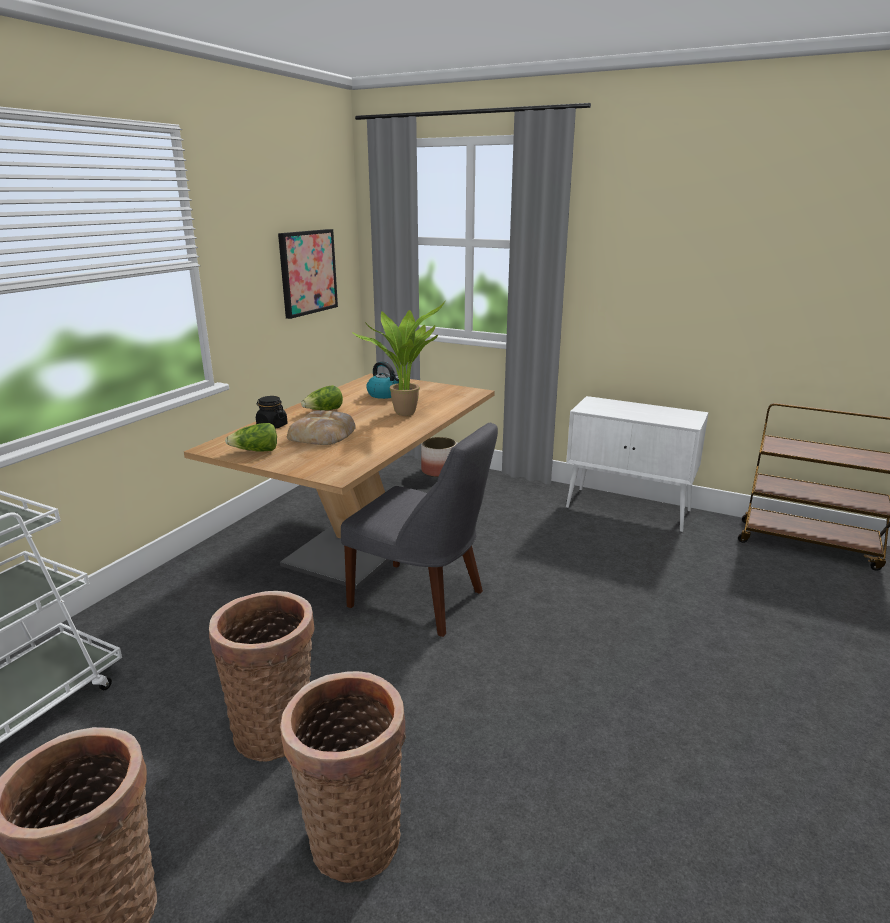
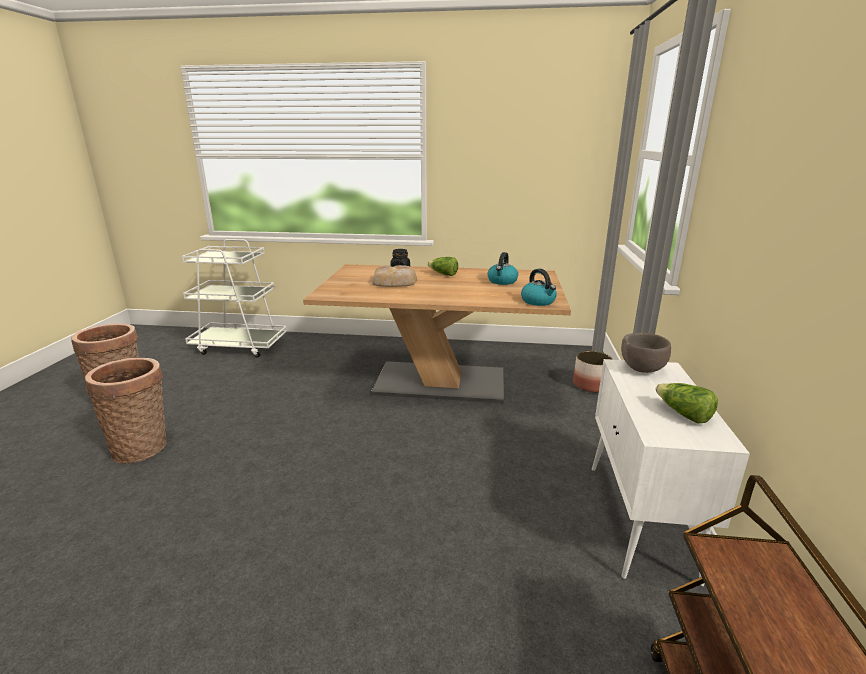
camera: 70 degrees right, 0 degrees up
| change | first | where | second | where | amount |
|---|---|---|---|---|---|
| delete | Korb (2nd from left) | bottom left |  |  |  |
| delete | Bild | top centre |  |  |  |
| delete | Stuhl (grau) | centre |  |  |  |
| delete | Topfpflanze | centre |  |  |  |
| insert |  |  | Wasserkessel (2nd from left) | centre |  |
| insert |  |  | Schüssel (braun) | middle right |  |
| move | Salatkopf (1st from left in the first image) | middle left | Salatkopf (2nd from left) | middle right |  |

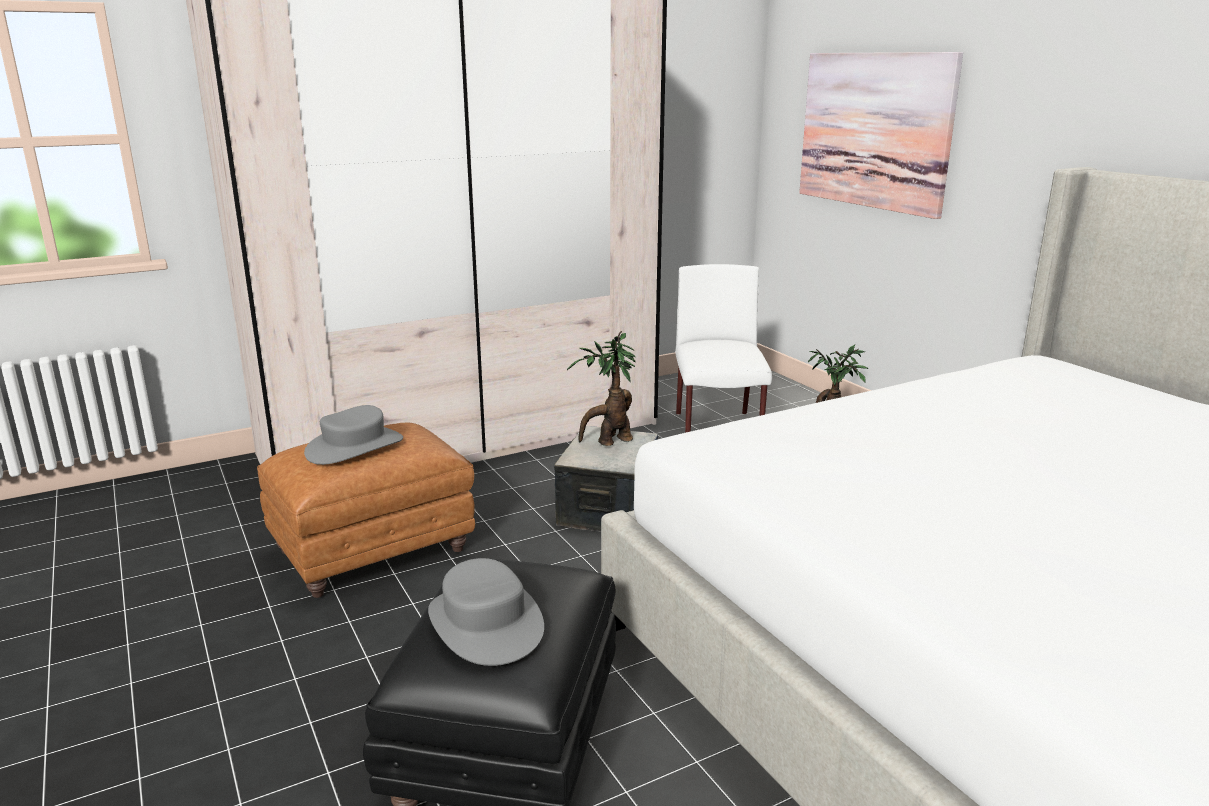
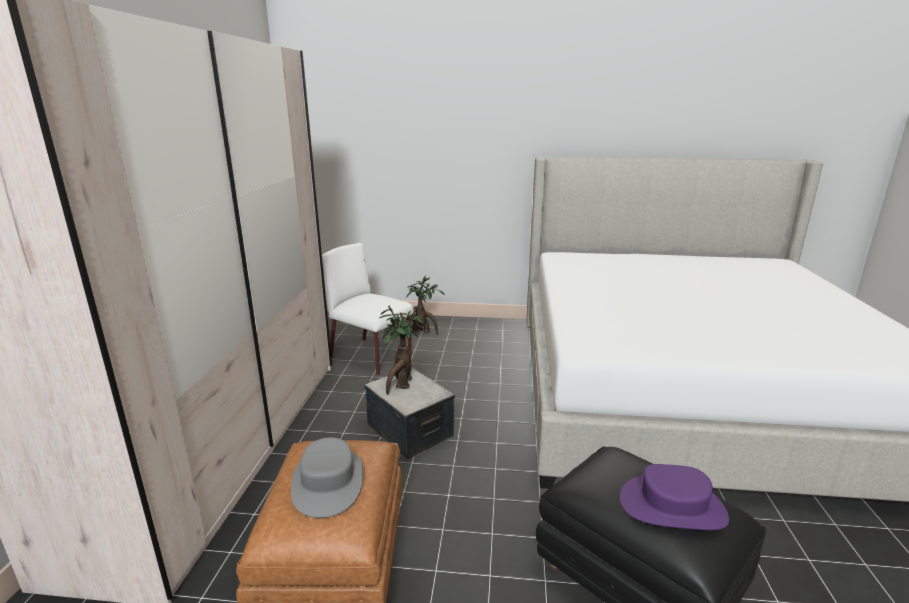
camera: 55 degrees left, 0 degrees up
| change | first | where | second | where | amount |
|---|---|---|---|---|---|
| delete | Bild | top right |  |  |  |
| recolor | Hut (grau) (2nd from left) | bottom centre | Hut (lila) | bottom right |  |

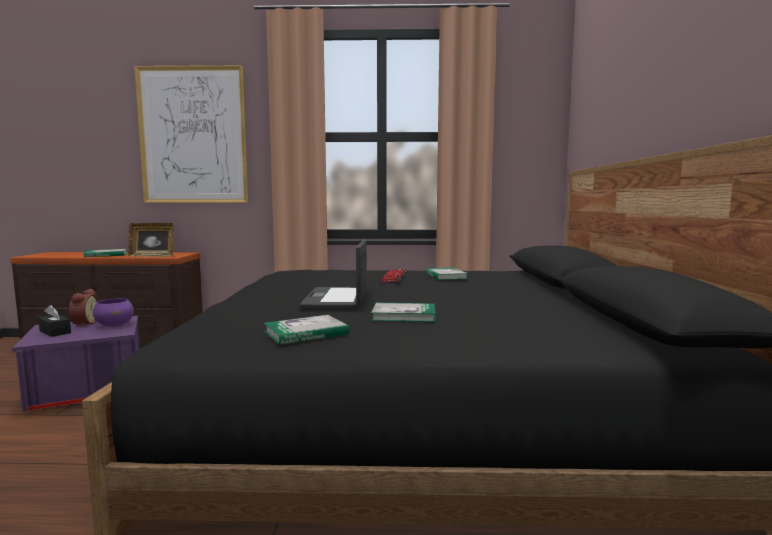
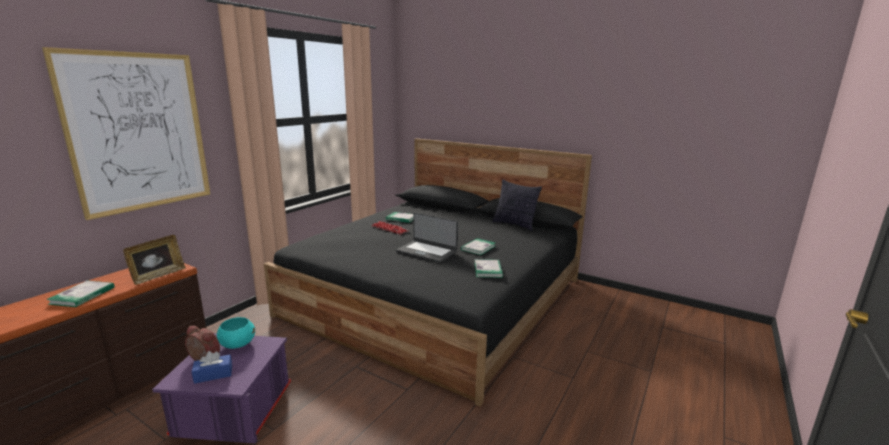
camera: 60 degrees left, 10 degrees up
| change | first | where | second | where | amount |
|---|---|---|---|---|---|
| insert |  |  | Kissen | centre |  |
| recolor | Taschentuchbox (schwarz) | middle left | Taschentuchbox (blau) | bottom left |  |
| recolor | Schüssel (lila) | middle left | Schüssel (türkis) | bottom left |  |

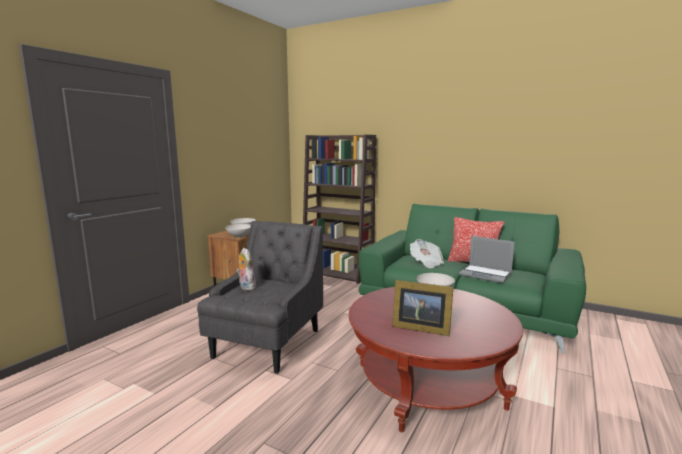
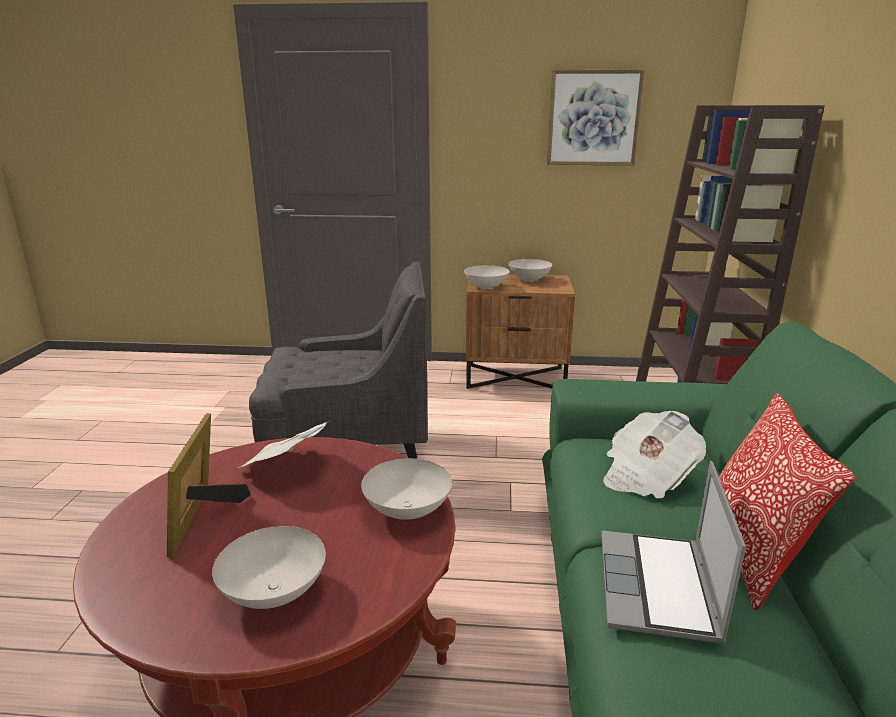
camera: 65 degrees right, 10 degrees up
| change | first | where | second | where | amount |
|---|---|---|---|---|---|
| delete | Plüschtier | centre |  |  |  |
| insert |  |  | Schüssel (weiß) (1st from left) | bottom left |  |
| insert |  |  | Zeitung (1st from left) | middle left |  |
| insert |  |  | Bild | top centre |  |

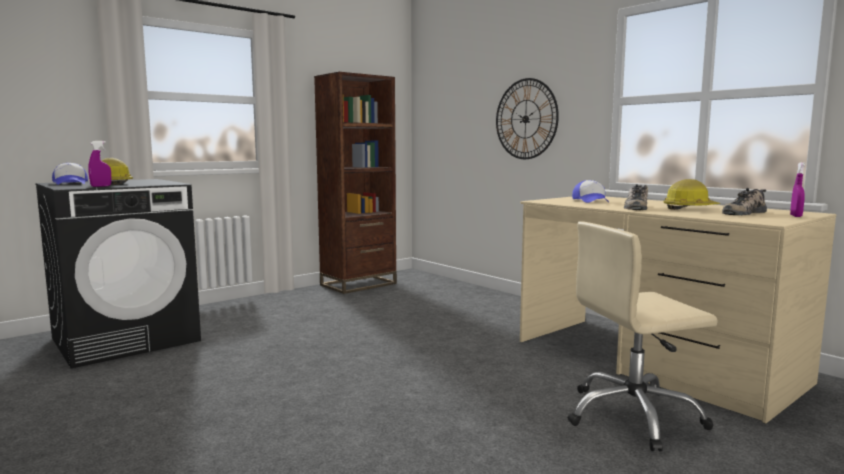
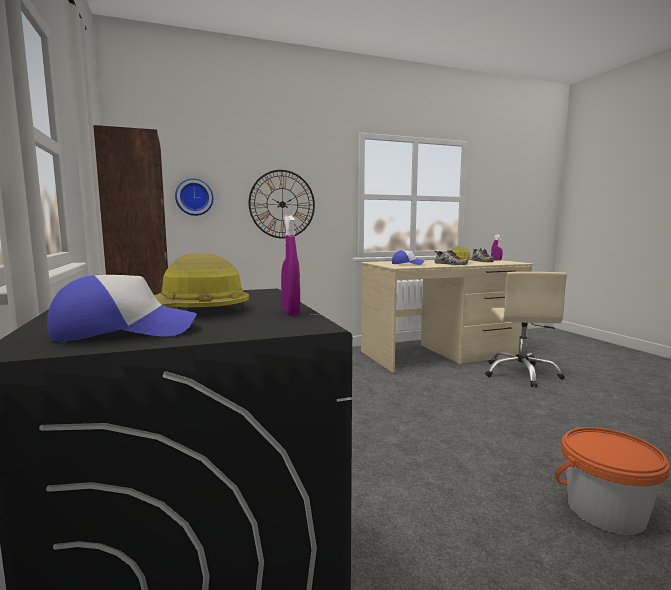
camera: 70 degrees left, 0 degrees up
| change | first | where | second | where | amount |
|---|---|---|---|---|---|
| insert |  |  | Wanduhr (1st from left) | middle left |  |
| insert |  |  | Eimer (orange) | bottom right |  |

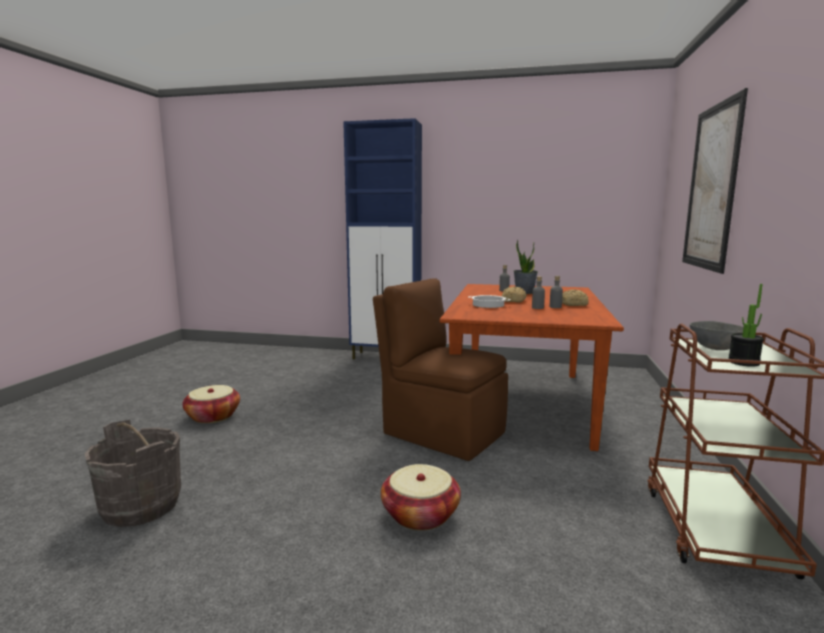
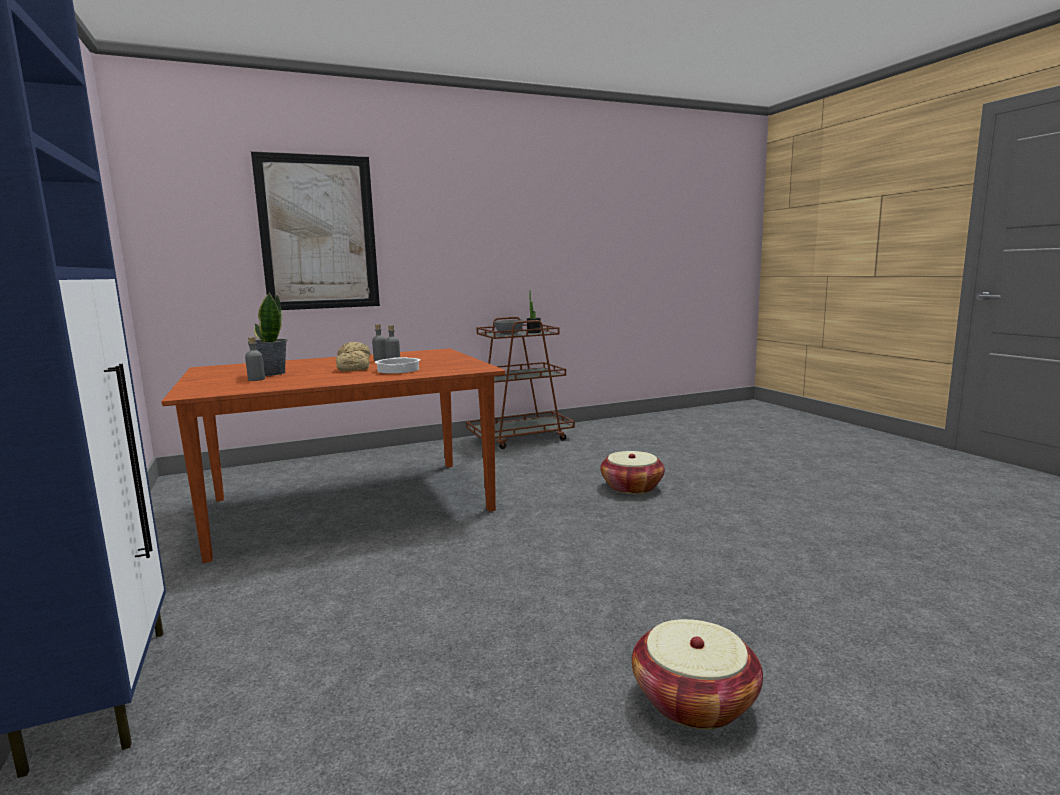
camera: 125 degrees left, 0 degrees up
| change | first | where | second | where | amount |
|---|---|---|---|---|---|
| delete | Eimer (grau) | bottom left |  |  |  |
| delete | Stuhl (braun) | centre |  |  |  |

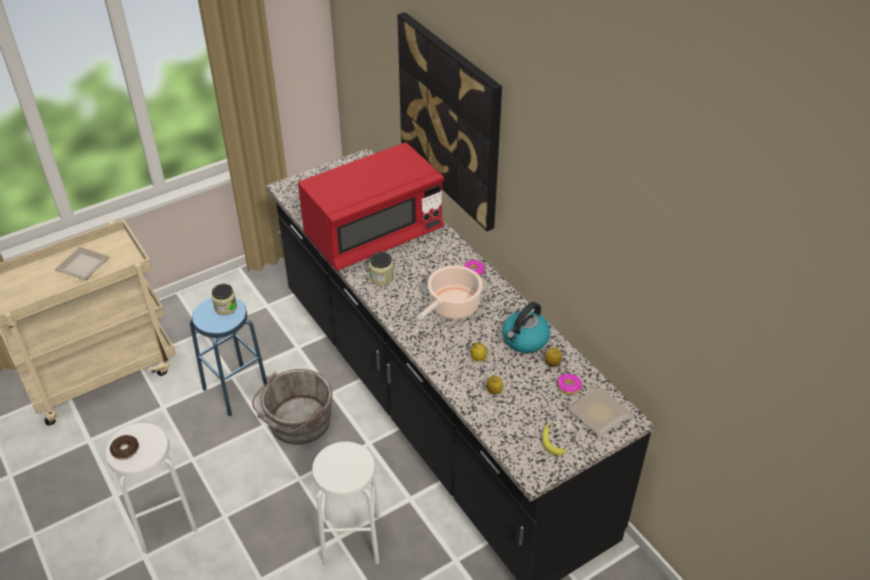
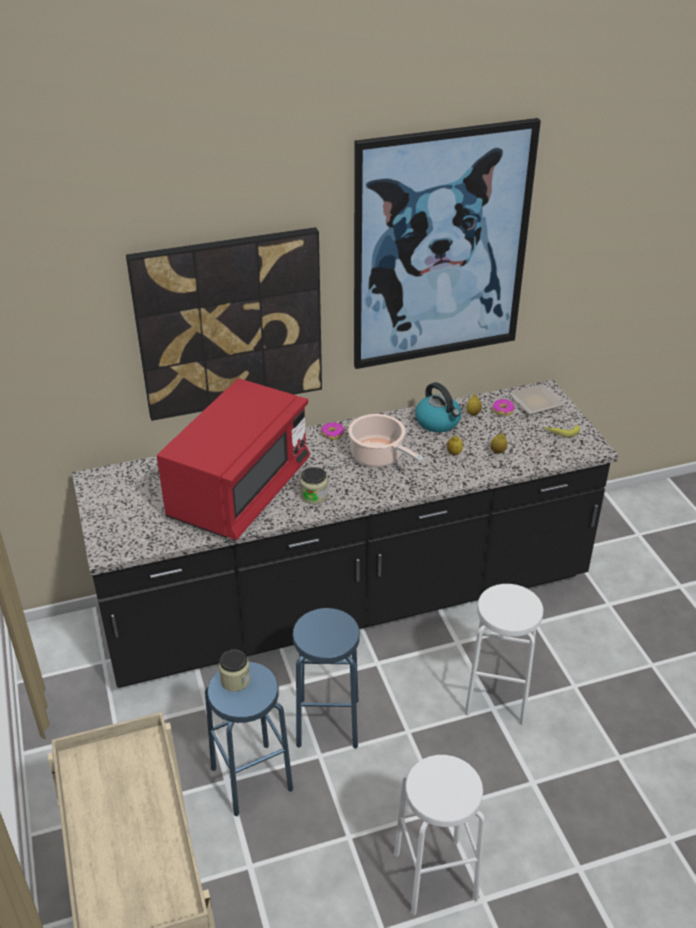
camera: 75 degrees left, 5 degrees down
| change | first | where | second | where | amount |
|---|---|---|---|---|---|
| delete | Teller (1st from left) | middle left |  |  |  |
| delete | Donut (1st from left) | bottom left |  |  |  |
| insert |  |  | Bild (2nd from left) | top centre |  |
| replace | Eimer (grau) | bottom centre | Hocker (blau) (2nd from left) | bottom centre |  |
| rotate | Mikrowelle (rot) | centre |  | centre | 45 degrees clockwise |

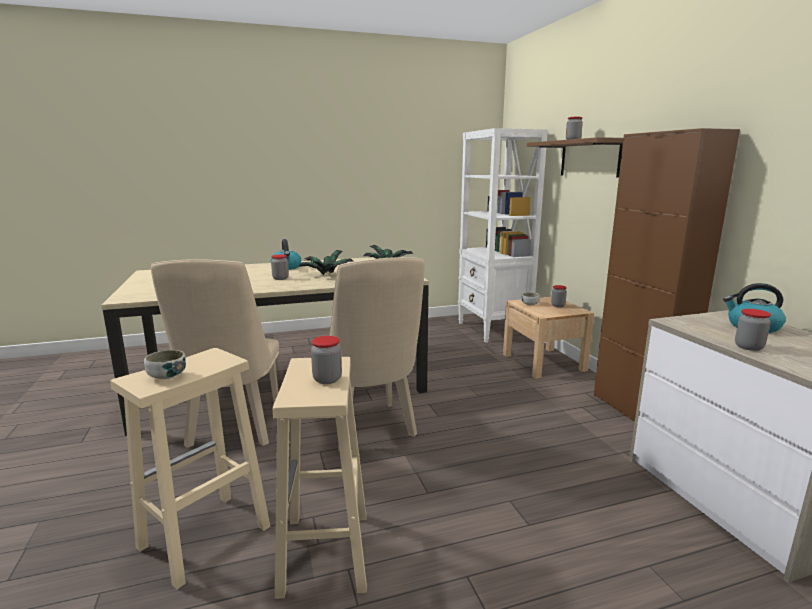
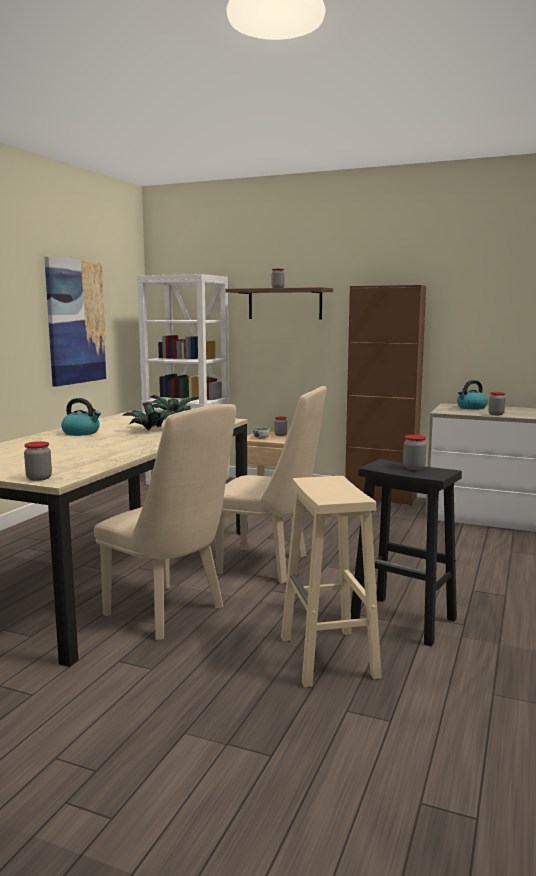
camera: 50 degrees left, 5 degrees down
| change | first | where | second | where | amount |
|---|---|---|---|---|---|
| delete | Schüssel (1st from left) | middle left |  |  |  |
| insert |  |  | Bild | middle left |  |
| move | Vorratsglas (1st from left) | centre |  | middle left |  |
| recolor | Hocker (beige) (2nd from left) | bottom centre | Hocker (schwarz) | middle right |  |

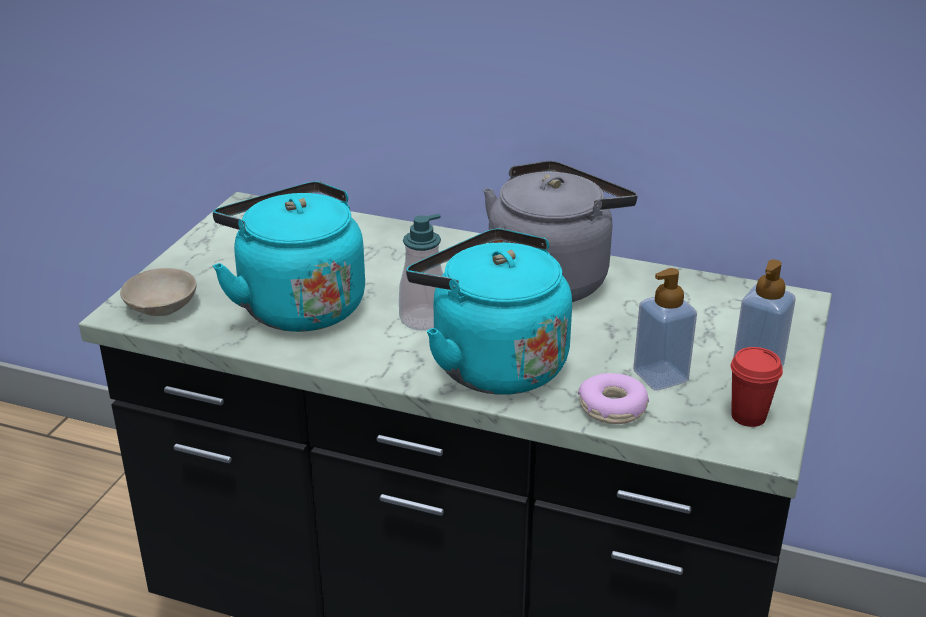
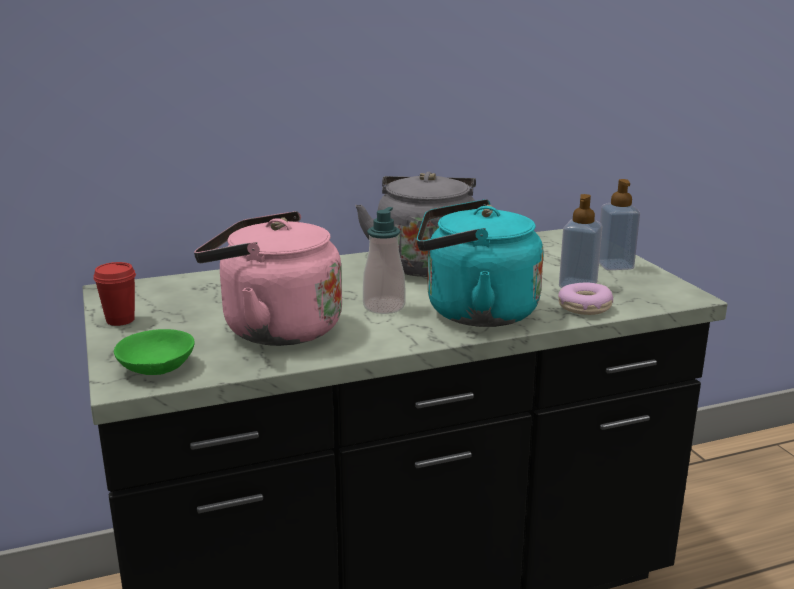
camera: 40 degrees left, 10 degrees down
| change | first | where | second | where | amount |
|---|---|---|---|---|---|
| move | Tasse (rot) | middle right |  | middle left |  |
| recolor | Schüssel (beige) | middle left | Schüssel (grün) | middle left |  |
| recolor | Wasserkessel (türkis) (1st from left) | middle left | Wasserkessel (rosa) | centre |  |

